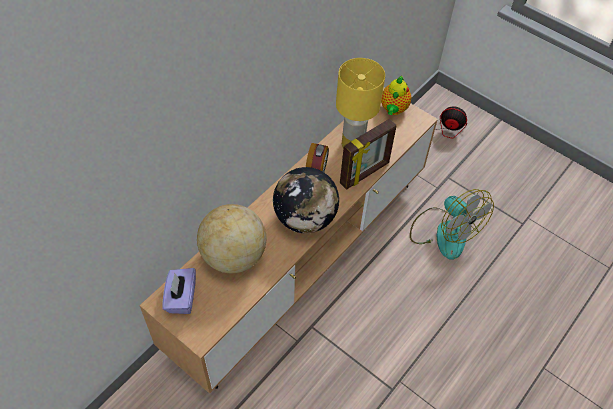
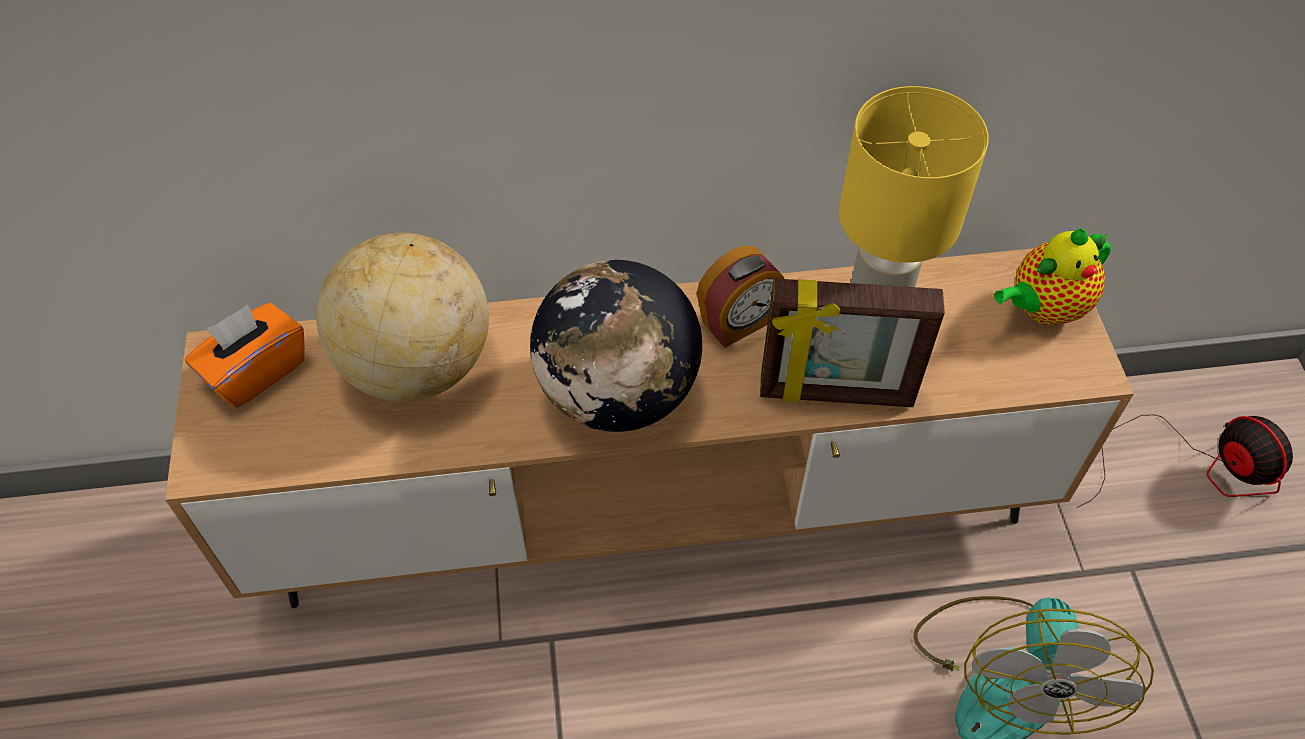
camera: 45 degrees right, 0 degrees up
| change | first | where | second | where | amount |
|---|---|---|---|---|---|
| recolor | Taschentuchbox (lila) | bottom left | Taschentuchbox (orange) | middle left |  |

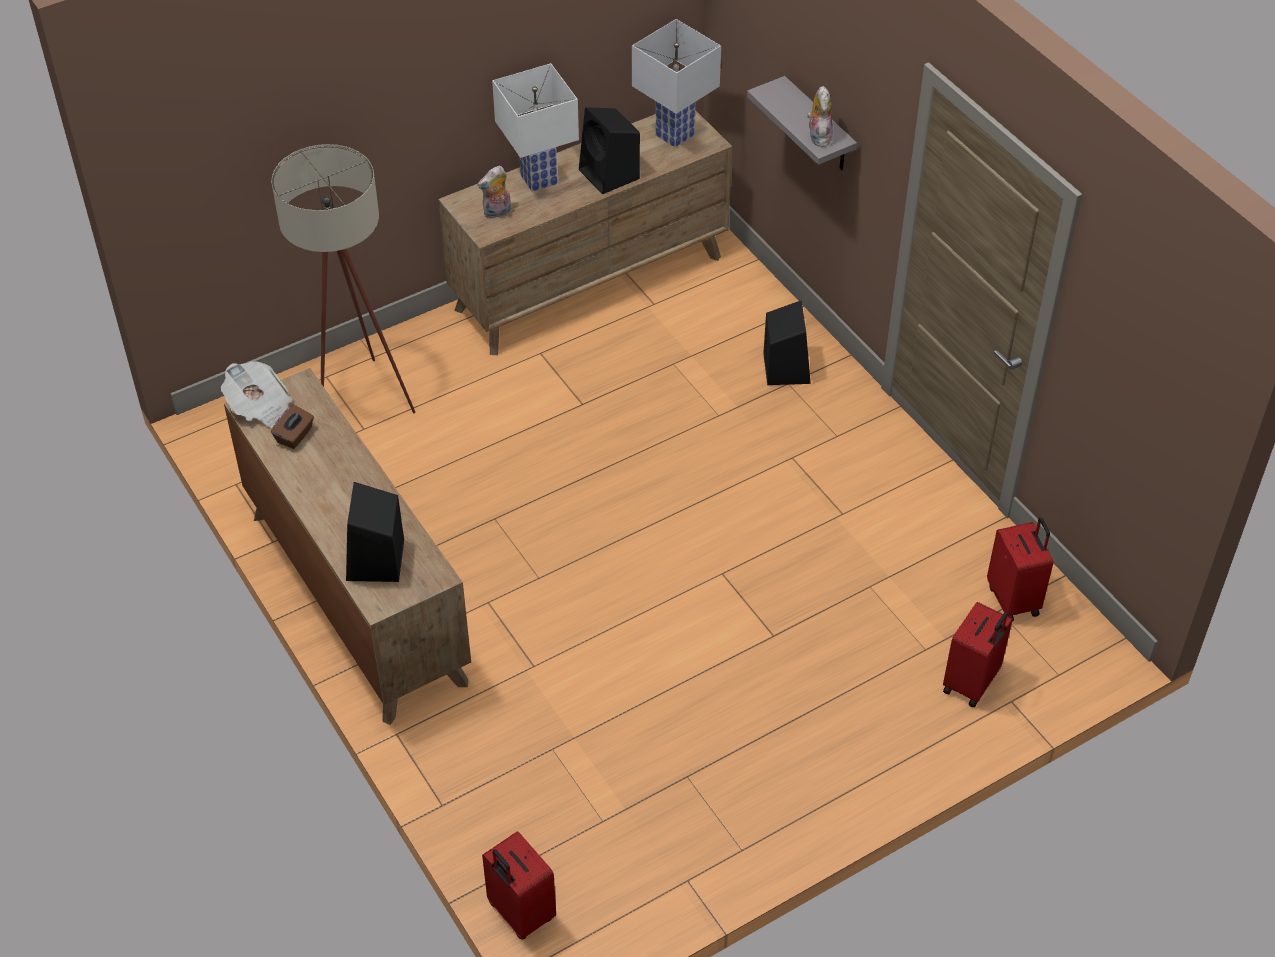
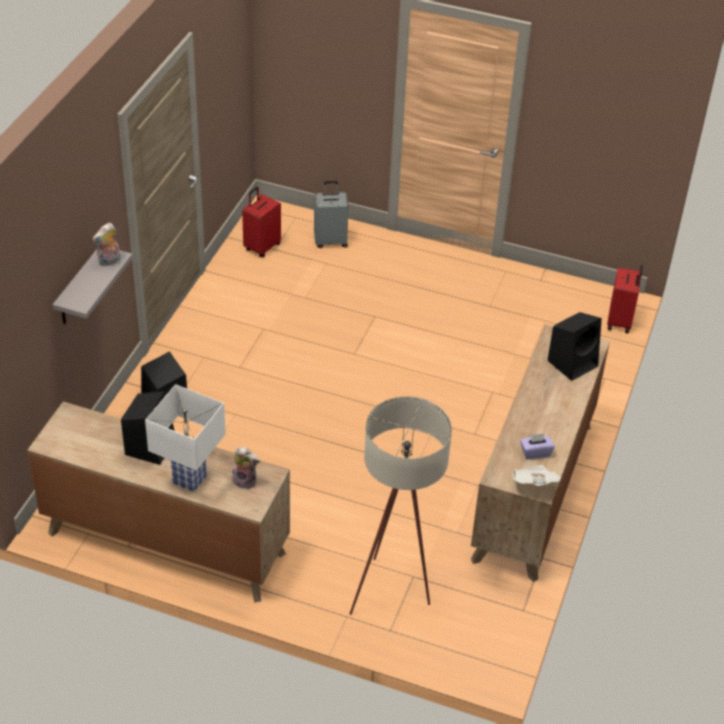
camera: 130 degrees left, 5 degrees down
| change | first | where | second | where | amount |
|---|---|---|---|---|---|
| delete | Tischlampe (weiß) (2nd from left) | top centre |  |  |  |
| recolor | Taschentuchbox (braun) | middle left | Taschentuchbox (lila) | middle right |  |
| recolor | Koffer (rot) (2nd from left) | bottom right | Koffer (grau) | top centre |  |

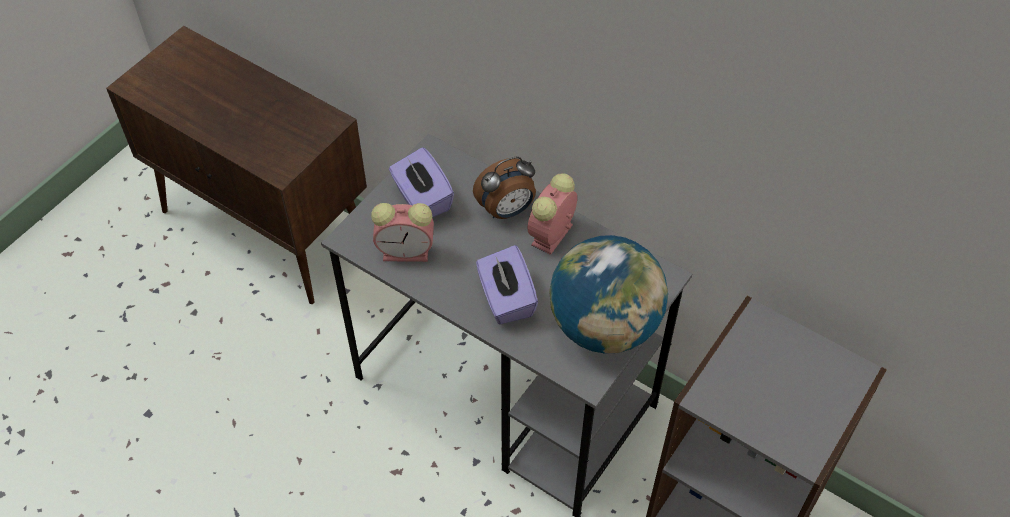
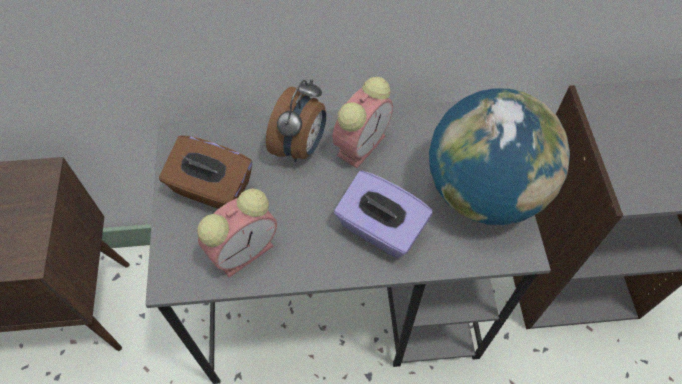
camera: 40 degrees left, 5 degrees up
| change | first | where | second | where | amount |
|---|---|---|---|---|---|
| recolor | Taschentuchbox (lila) (1st from left) | centre | Taschentuchbox (braun) | middle left |  |
| rotate | Wecker (3rd from left) | centre |  | top centre | 135 degrees counterclockwise |

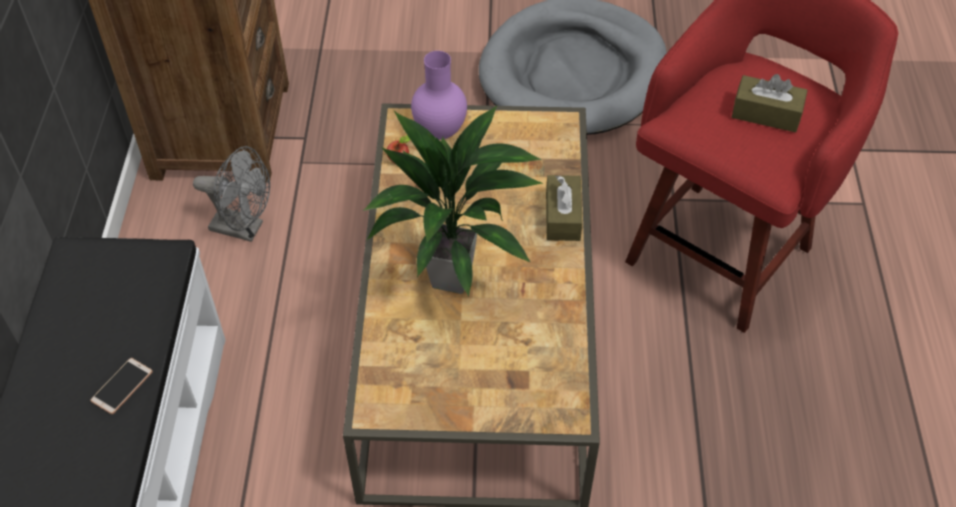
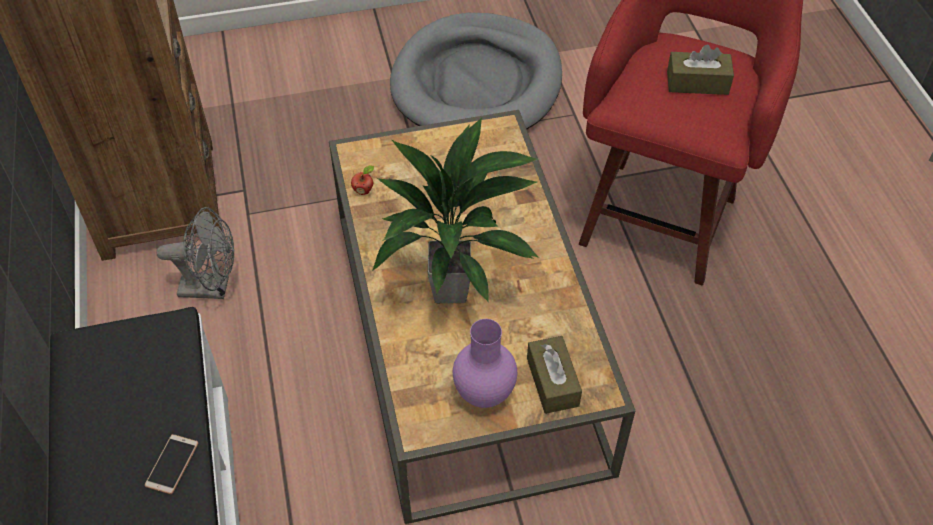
camera: 15 degrees left, 0 degrees up
| change | first | where | second | where | amount |
|---|---|---|---|---|---|
| move | Vase (lila) | top centre |  | bottom centre |  |
| move | Taschentuchbox (braun) (1st from left) | centre |  | bottom centre |  |

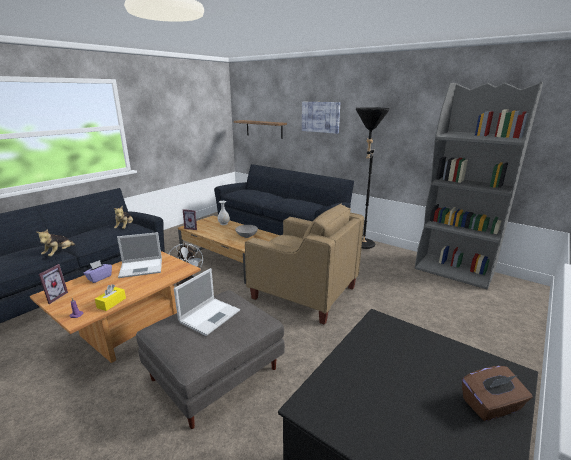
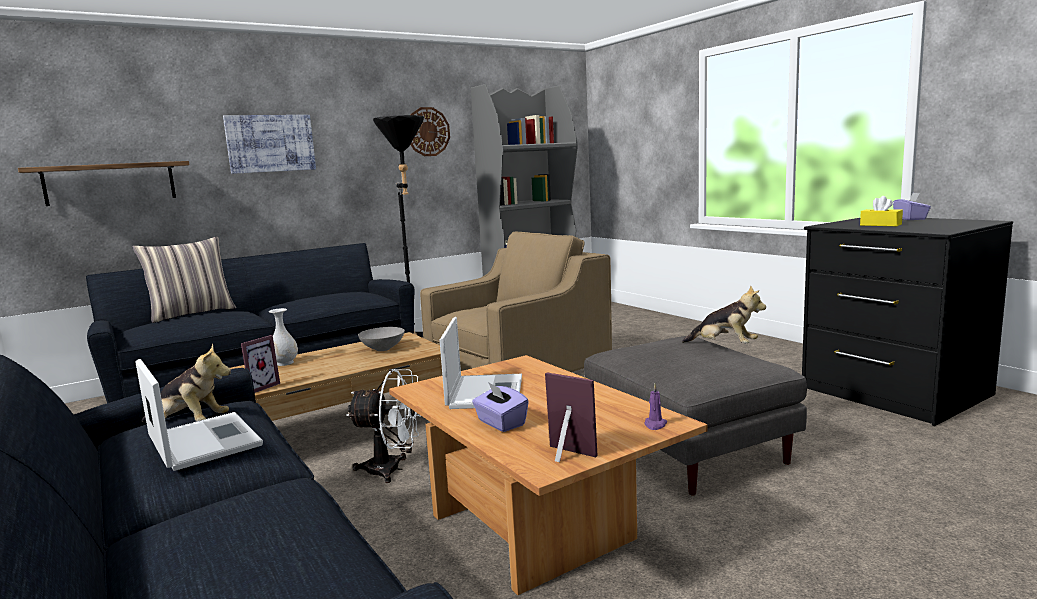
camera: 70 degrees left, 10 degrees down
| change | first | where | second | where | amount |
|---|---|---|---|---|---|
| insert |  |  | Kissen | middle left |  |
| insert |  |  | Wanduhr | top centre |  |
| move | Plüschtier (1st from left in the first image) | middle left | Plüschtier (2nd from left) | middle right |  |
| move | Taschentuchbox (gelb) | middle left |  | middle right |  |
| move | Laptop (2nd from left in the first image) | centre | Laptop (1st from left) | bottom left |  |
| recolor | Taschentuchbox (braun) | bottom right | Taschentuchbox (lila) (2nd from left) | middle right |  |

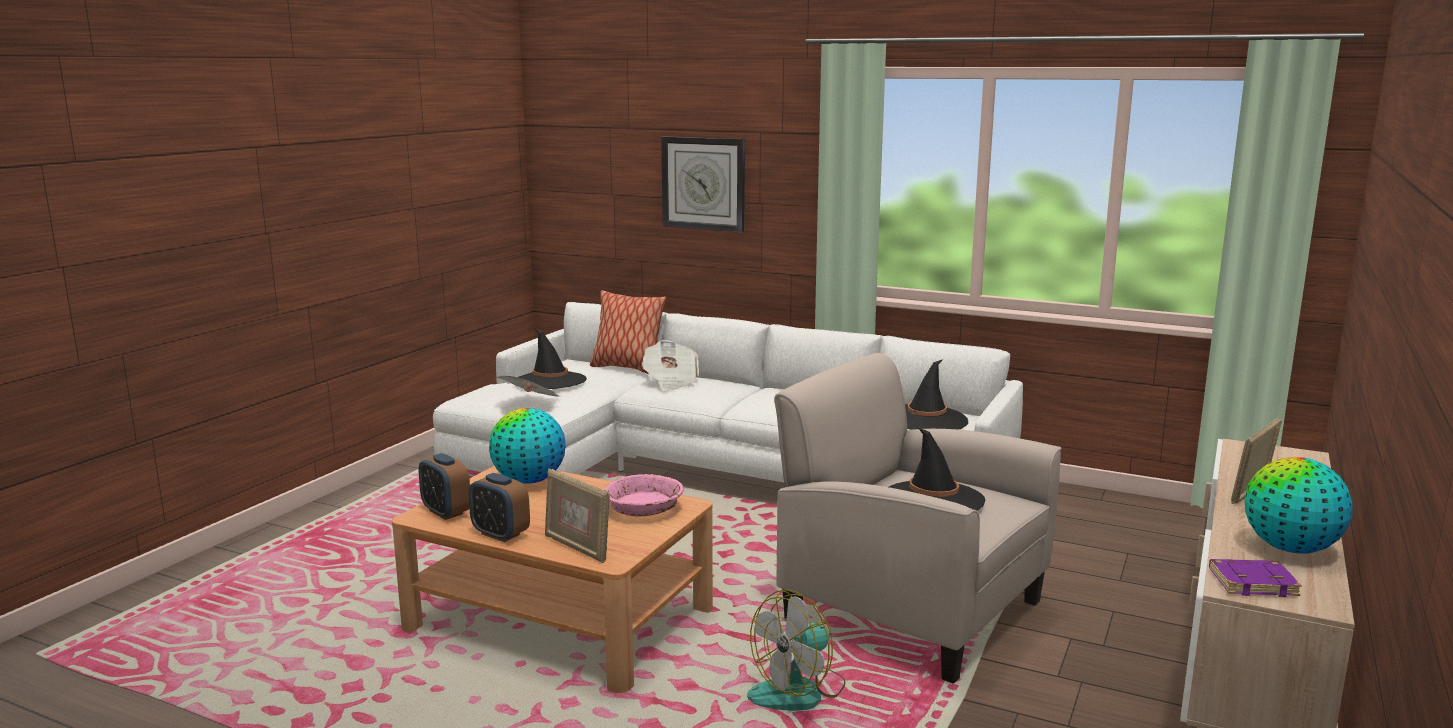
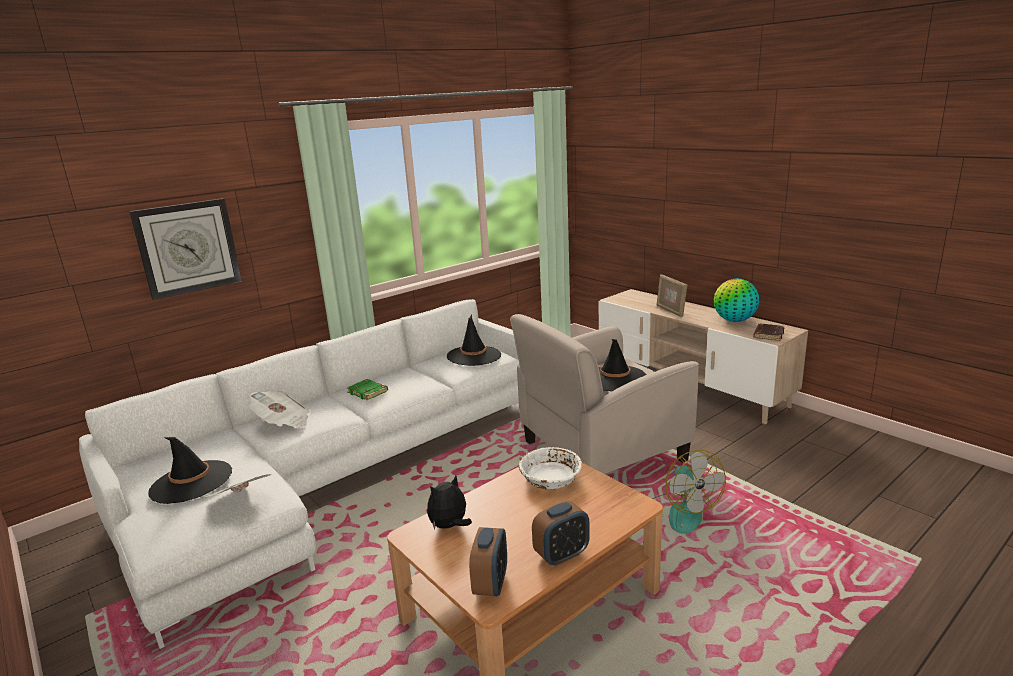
camera: 65 degrees left, 5 degrees up
| change | first | where | second | where | amount |
|---|---|---|---|---|---|
| delete | Bilderrahmen (1st from left) | bottom centre |  |  |  |
| delete | Kissen | centre |  |  |  |
| insert |  |  | Buch (grün) | centre |  |
| replace | Globus (1st from left) | centre | Plüschtier | bottom centre |  |
| recolor | Schüssel (rosa) | bottom centre | Schüssel (weiß) | bottom centre |  |
| recolor | Buch (lila) | bottom right | Buch (braun) | middle right |  |
| rotate | Wecker (1st from left) | bottom left |  | bottom centre | 60 degrees counterclockwise |

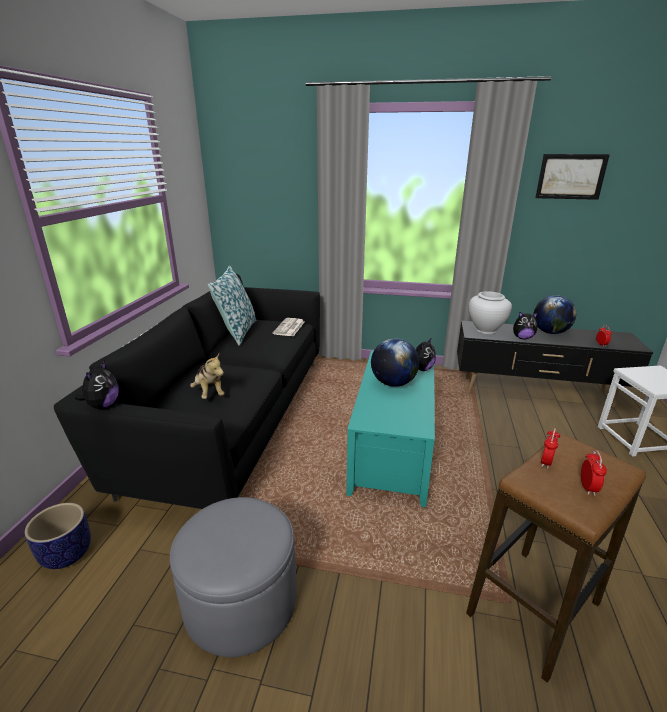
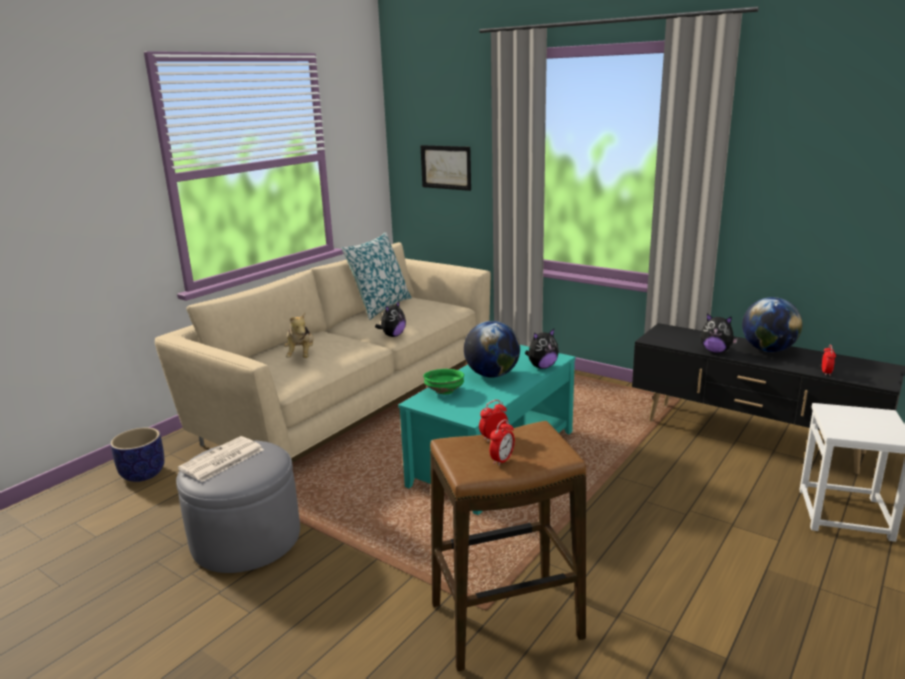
camera: 25 degrees right, 5 degrees down
| change | first | where | second | where | amount |
|---|---|---|---|---|---|
| delete | Vase (weiß) | middle right |  |  |  |
| insert |  |  | Schüssel (grün) | centre |  |
| move | Plüschtier (1st from left in the first image) | middle left | Plüschtier (2nd from left) | centre |  |
| move | Zeitung | centre |  | bottom left |  |
| move | Bild | top right |  | top centre |  |
| recolor | Sofa (schwarz) | middle left | Sofa (beige) | centre |  |

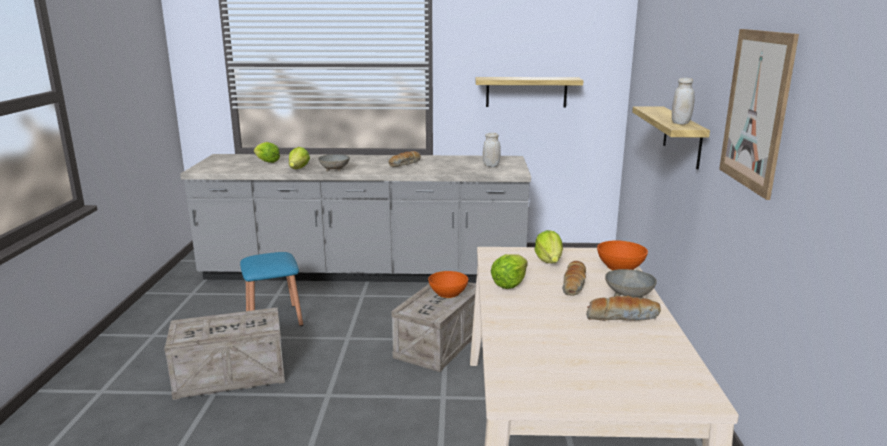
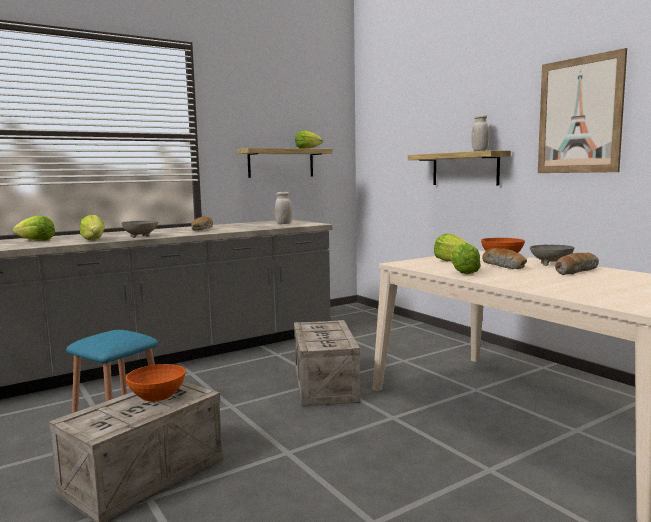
camera: 35 degrees left, 10 degrees down
| change | first | where | second | where | amount |
|---|---|---|---|---|---|
| insert |  |  | Salatkopf (3rd from left) | top centre |  |
| move | Schüssel (orange) (1st from left) | centre |  | bottom left |  |

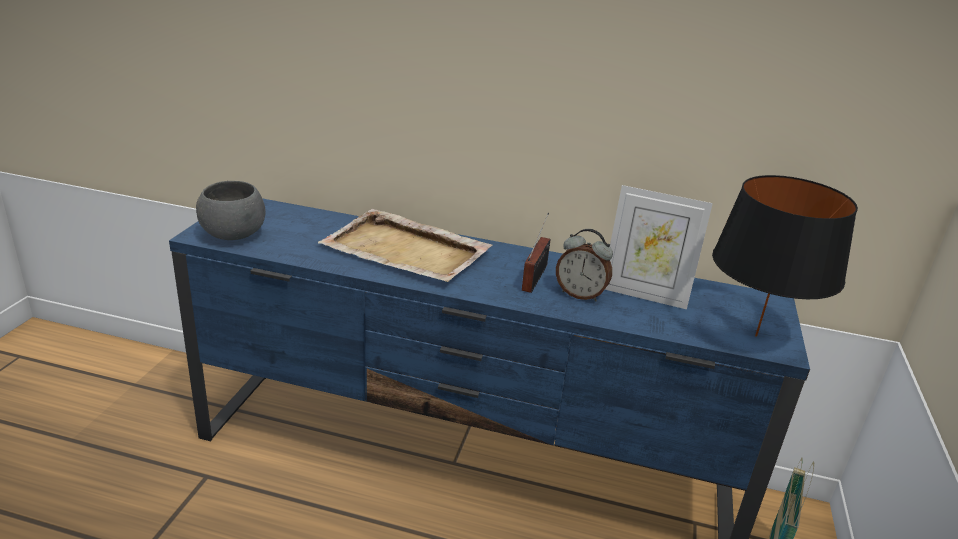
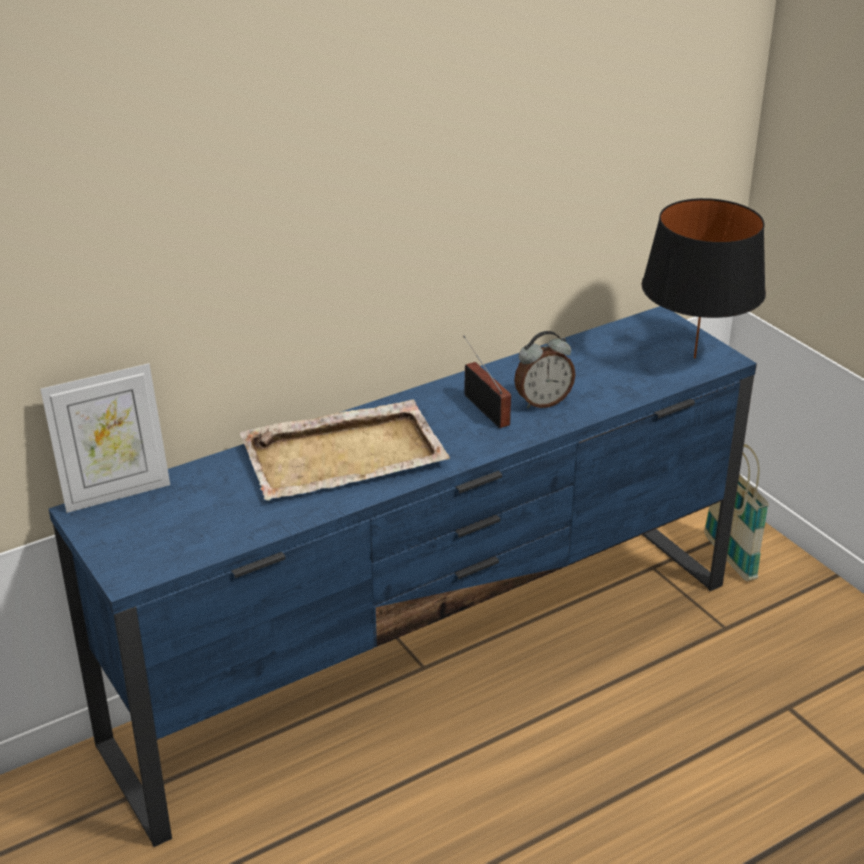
camera: 45 degrees left, 5 degrees up
| change | first | where | second | where | amount |
|---|---|---|---|---|---|
| delete | Schüssel (grau) | middle left |  |  |  |
| move | Bilderrahmen | middle right |  | middle left |  |

